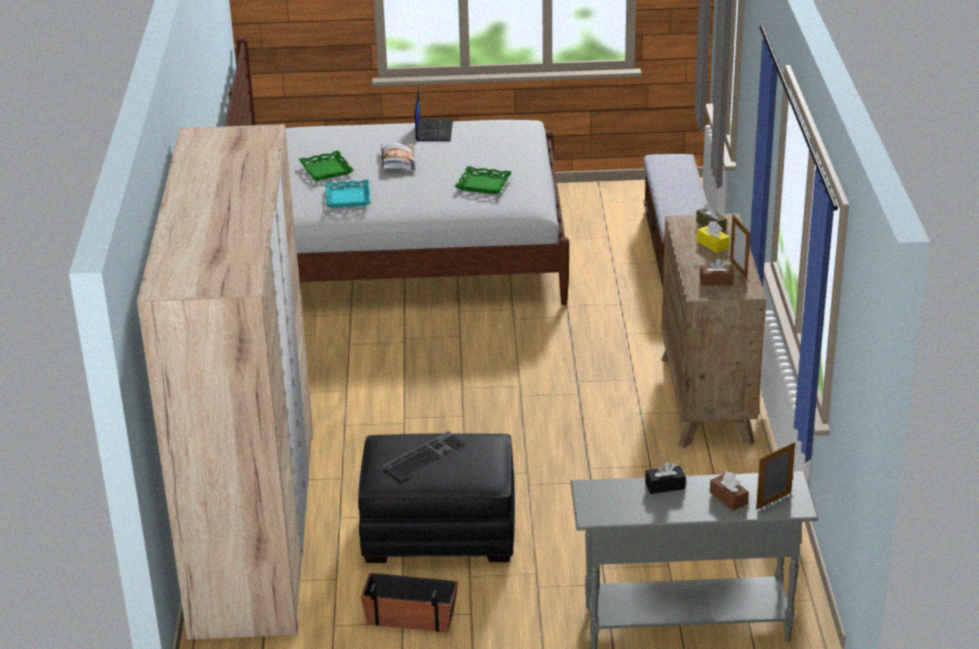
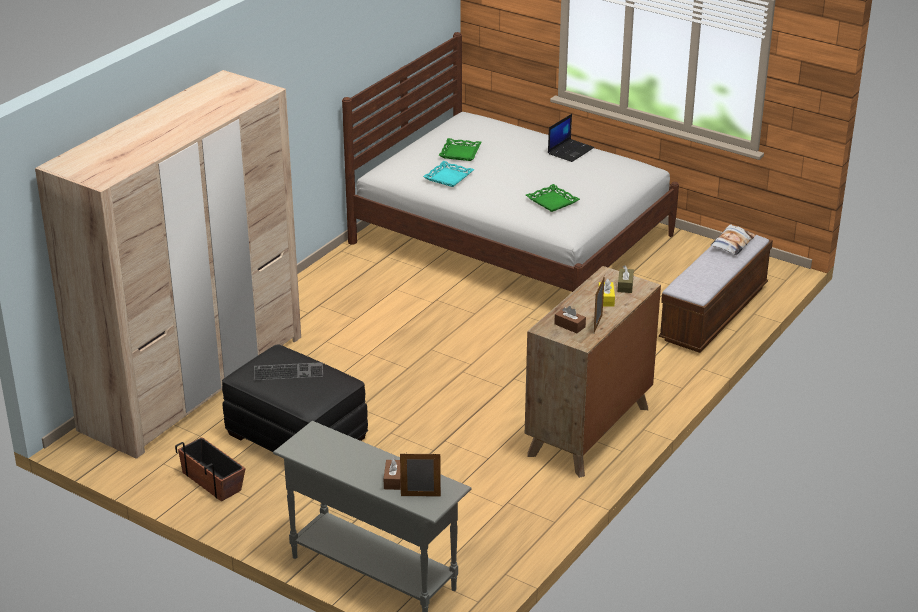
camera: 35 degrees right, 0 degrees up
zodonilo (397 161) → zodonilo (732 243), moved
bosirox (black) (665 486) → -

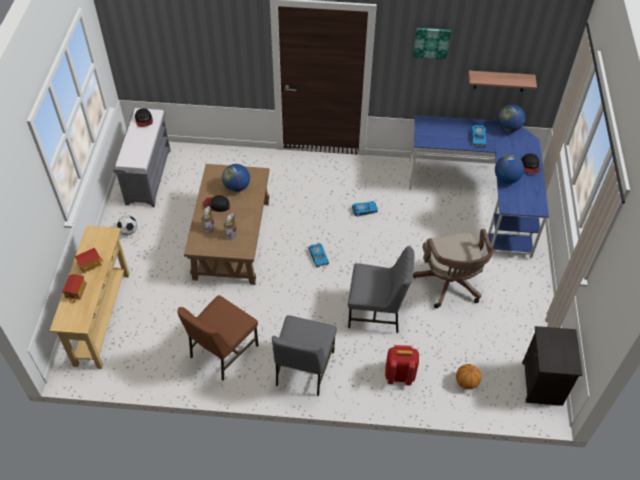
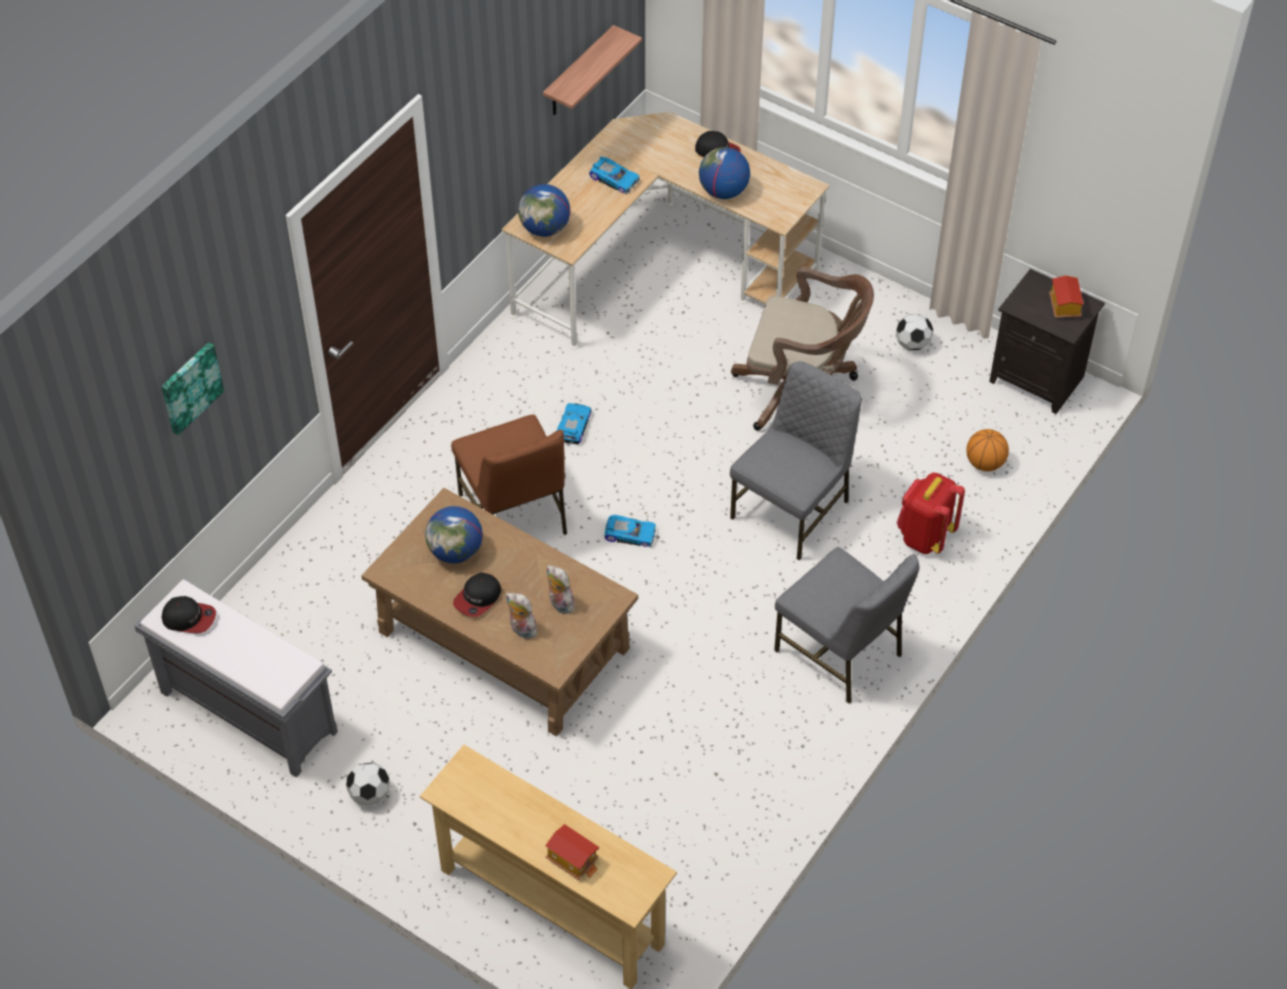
camera: 60 degrees left, 0 degrees up
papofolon (431 42) → papofolon (190 387), moved
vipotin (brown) (222 351) → vipotin (brown) (514 515), moved
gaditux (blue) (480 199) → gaditux (beige) (659 268)
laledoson (508 128) → laledoson (545 229), moved
- → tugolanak (912 344)
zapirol (90 264) → zapirol (1063 306), moved

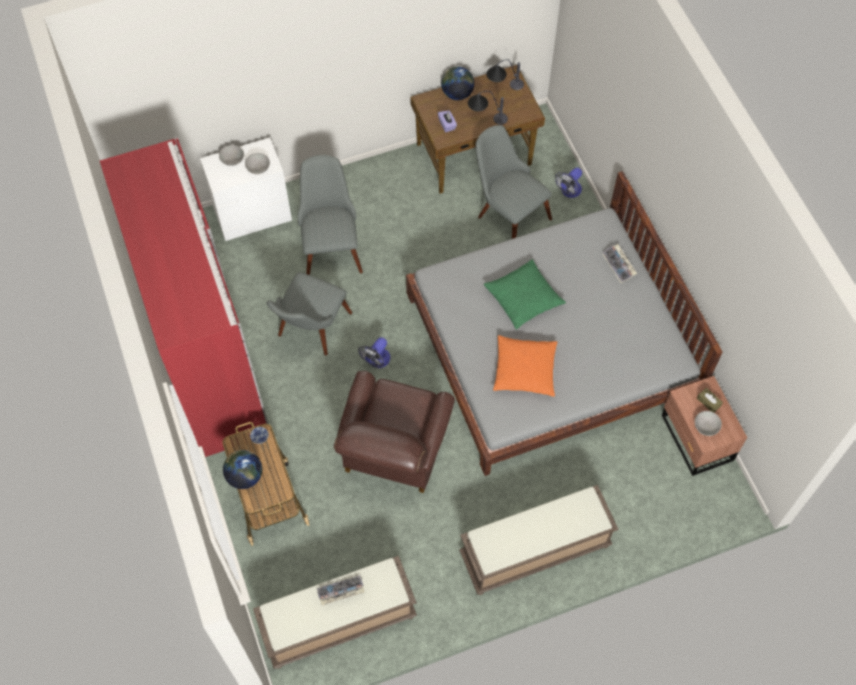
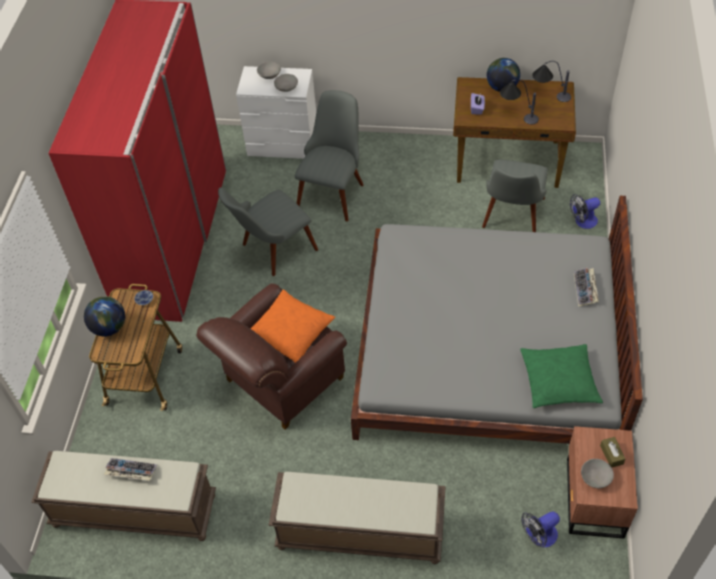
camera: 30 degrees right, 10 degrees down
zodonilo (orange) (524 369) → zodonilo (orange) (291 332), moved
vipotin (grey) (507 212) → vipotin (grey) (511 219), 150 degrees counterclockwise
zodonilo (green) (523 298) → zodonilo (green) (558 381), moved
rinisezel (376 361) → rinisezel (539 537), moved

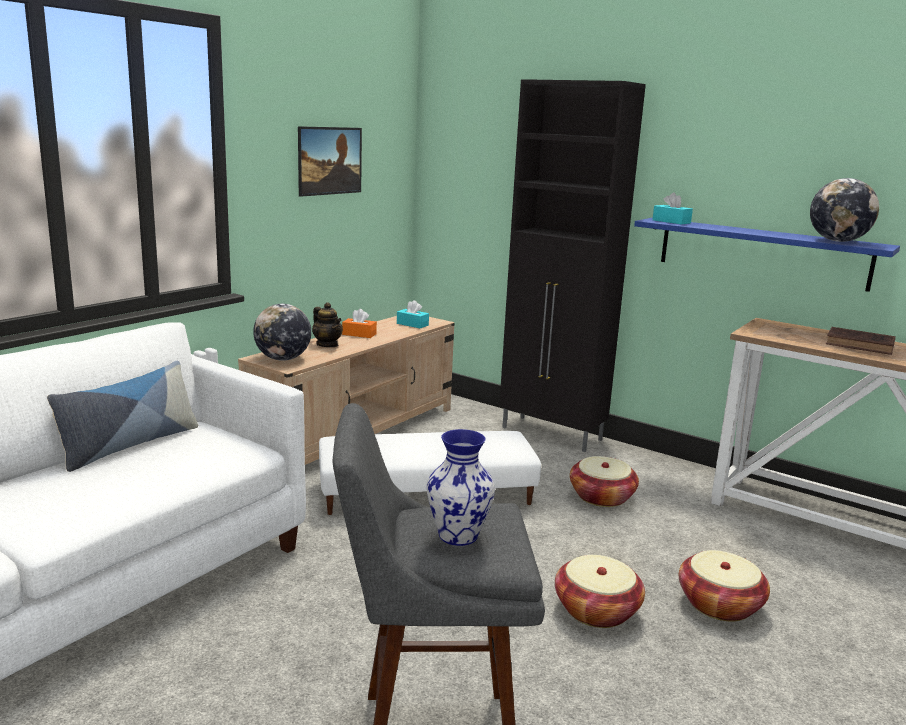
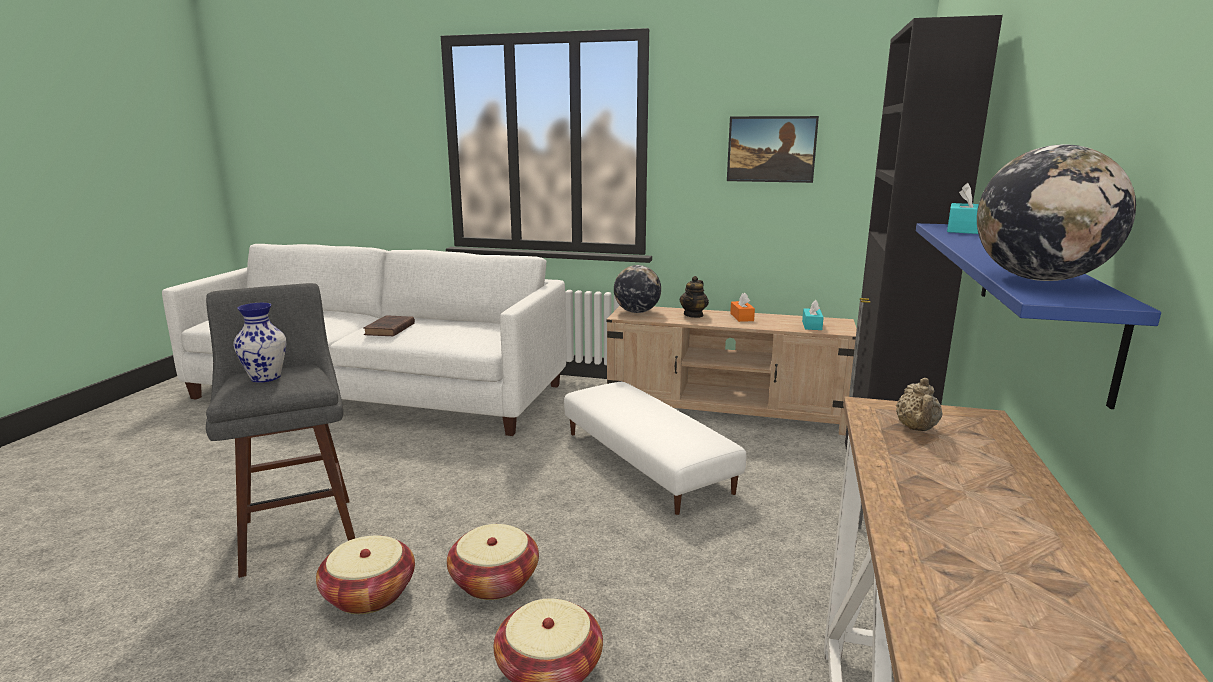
camera: 70 degrees right, 0 degrees up
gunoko (601 497) → gunoko (369 594), moved
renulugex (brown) (861 345) → renulugex (brown) (389 329), moved
- → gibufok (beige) (916 429)
zodonilo (130 445) → -

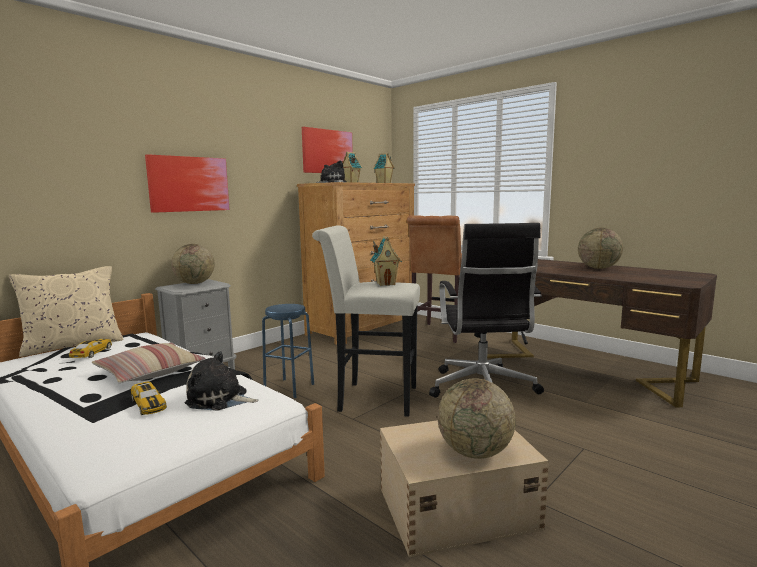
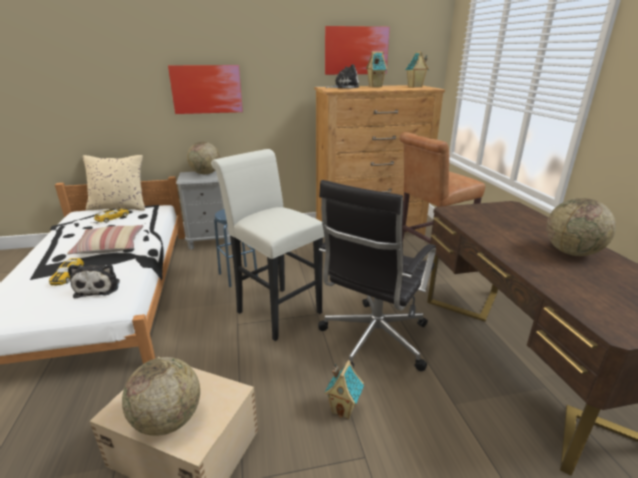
camera: 35 degrees right, 15 degrees up
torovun (220 399) → torovun (99 287), 150 degrees counterclockwise
zapirol (386 284) → zapirol (344 409), moved

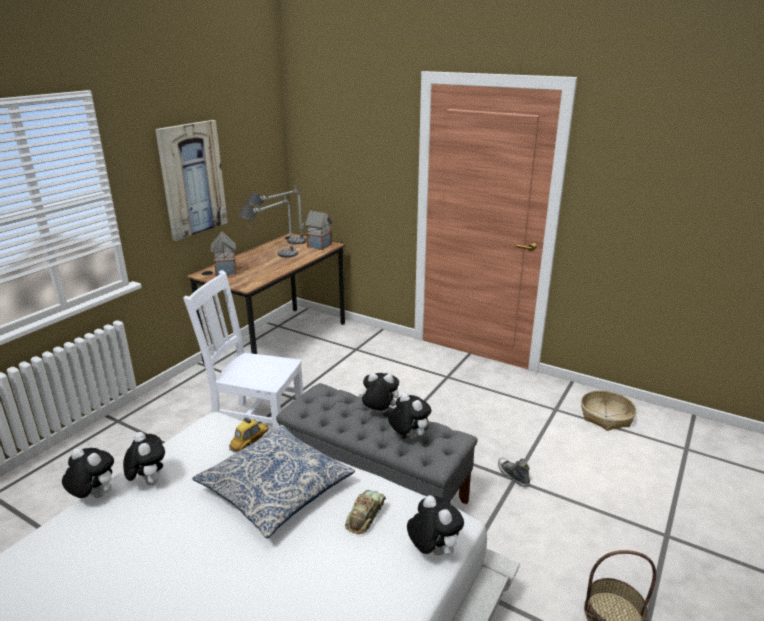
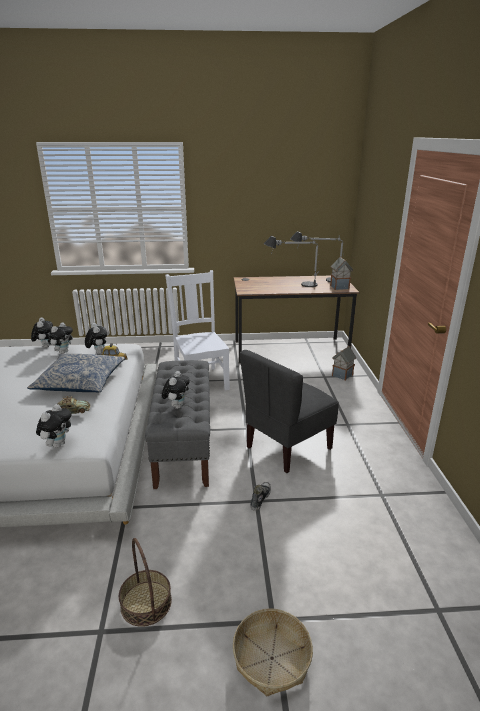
camera: 55 degrees right, 0 degrees up
torovun (379 412) → torovun (98 352), moved
gunoko (605 416) → gunoko (272 658), moved
- → vipotin (grey) (287 447)
zapirol (226 272) → zapirol (342 375), moved
papofolon (192 179) → -

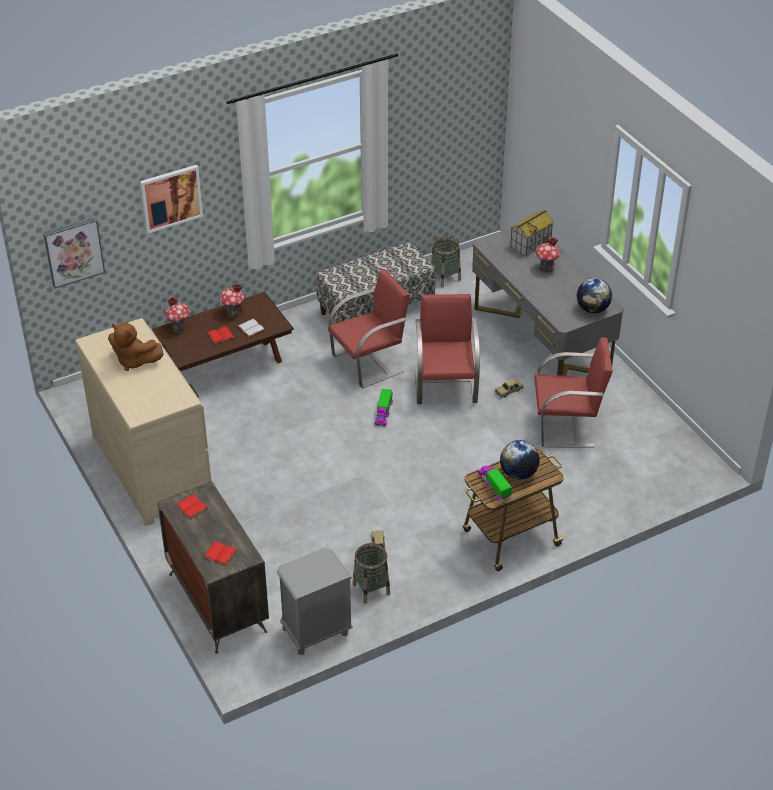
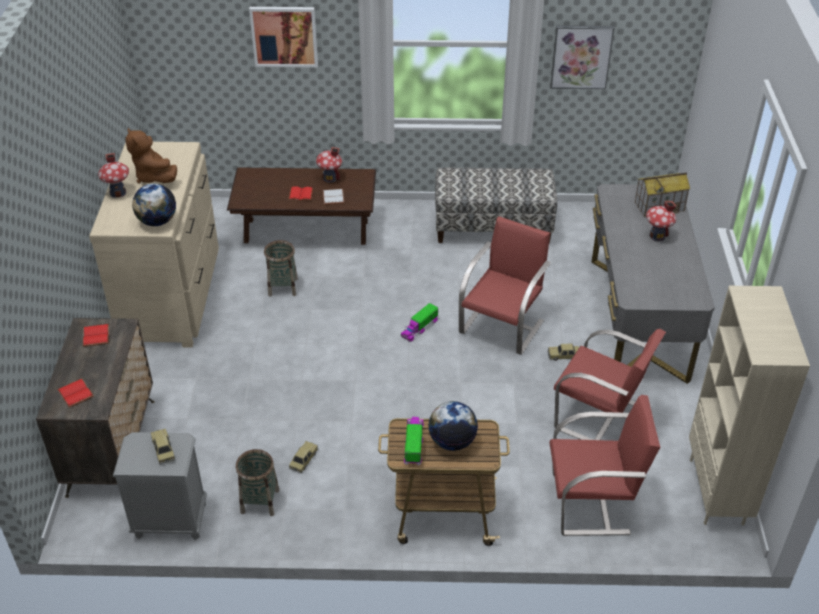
camera: 30 degrees right, 0 degrees up
zapirol (179 328) → zapirol (118 193), moved
laledoson (592 309) → laledoson (157 221), moved
- → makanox (163 450)
gunoko (445 277) → gunoko (282 287), moved
vipotin (red) (369 363) → vipotin (red) (592 503), moved
papofolon (74 252) → papofolon (581 56), moved
- → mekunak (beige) (717 492)

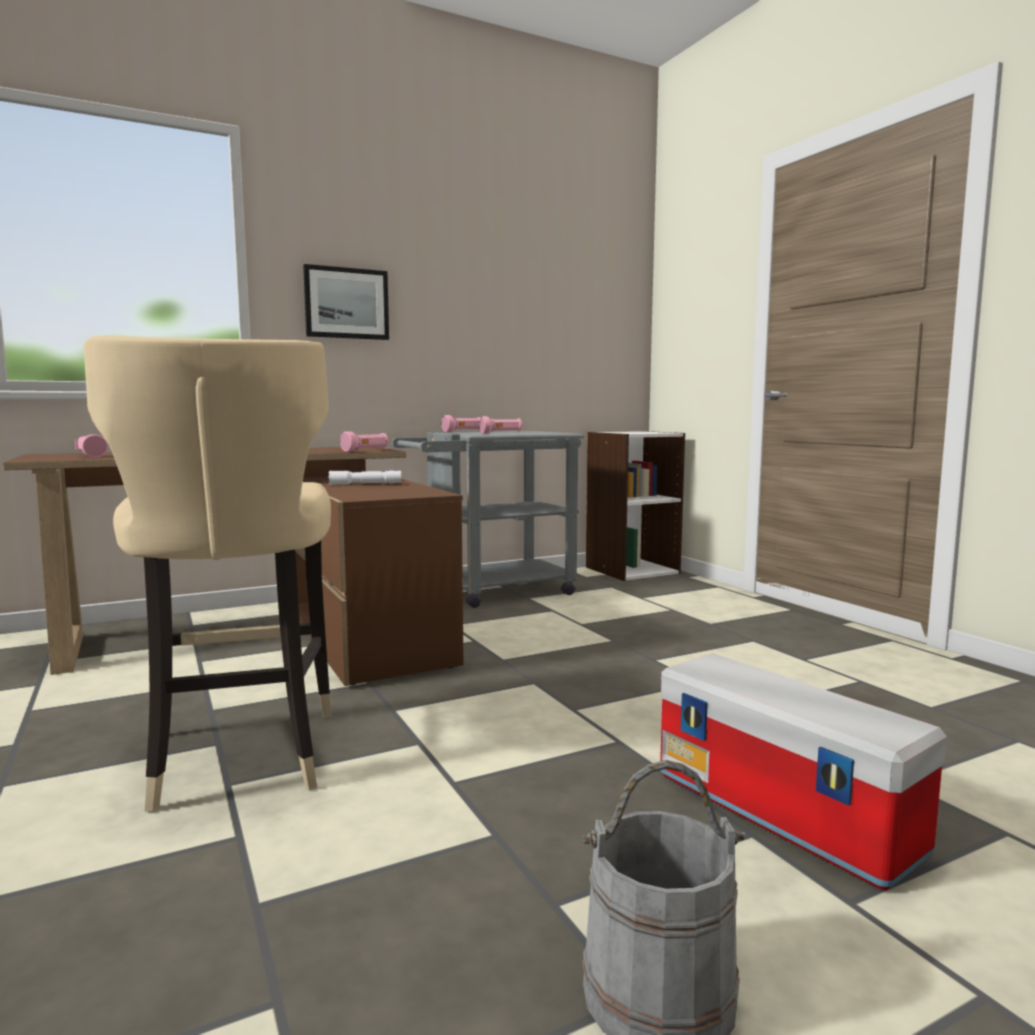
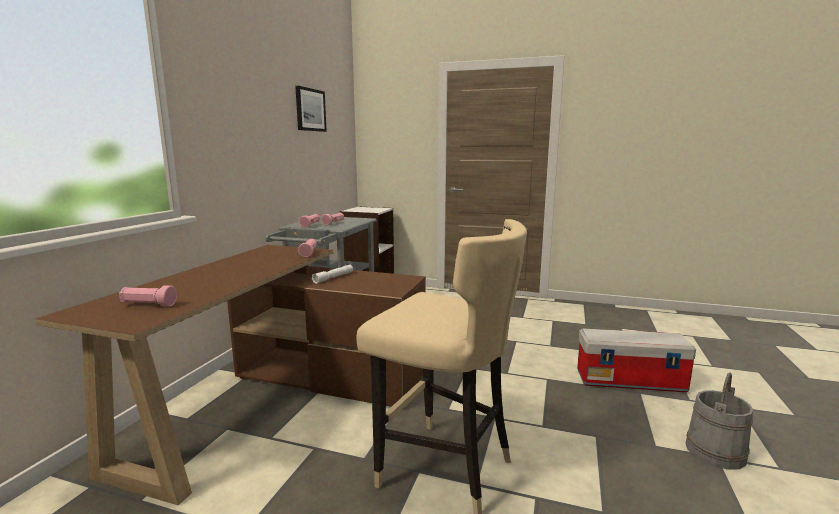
camera: 45 degrees left, 5 degrees up
papofolon (346 303) → papofolon (310 110), moved

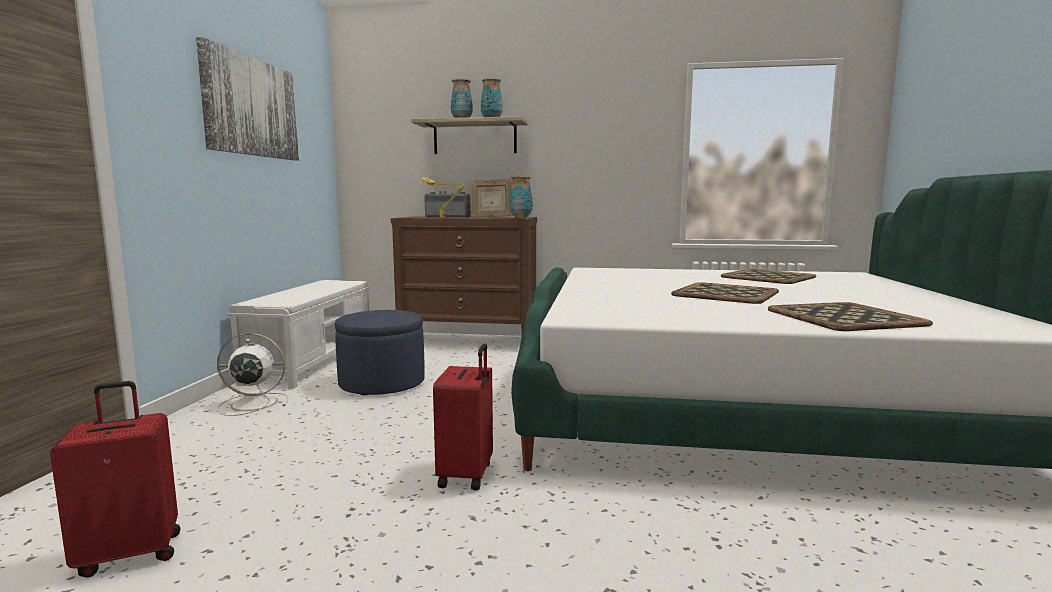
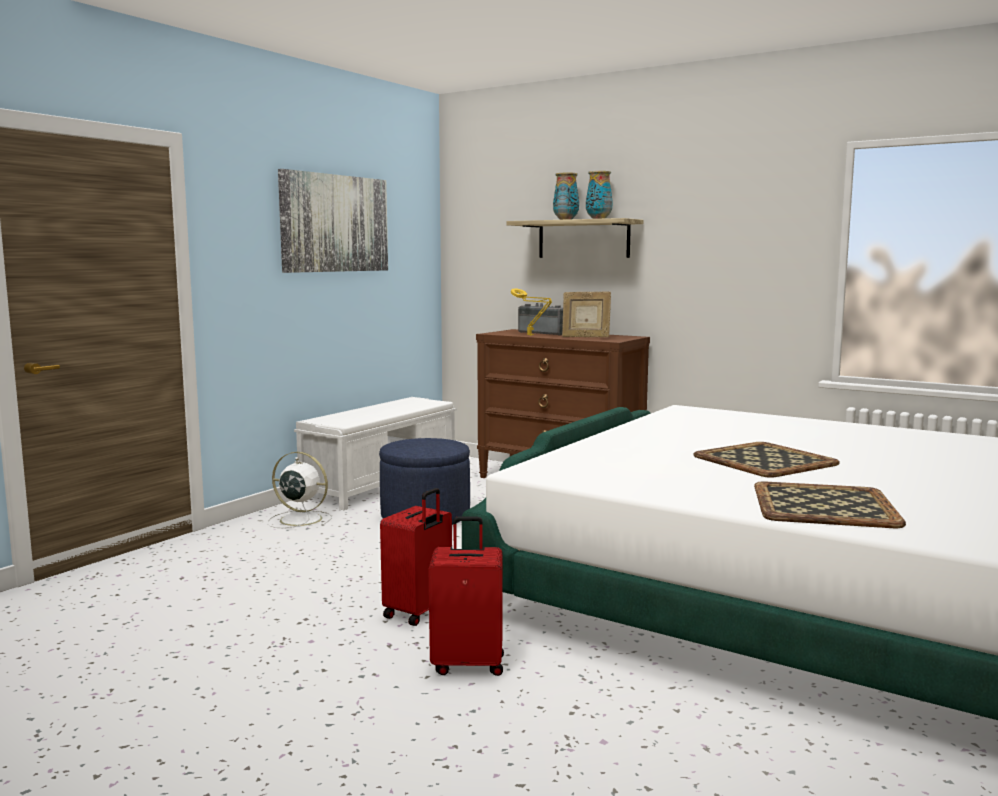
camera: 25 degrees right, 0 degrees up
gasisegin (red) (131 553) → gasisegin (red) (468 664), moved
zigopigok (520 218) → -
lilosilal (767 277) → -

